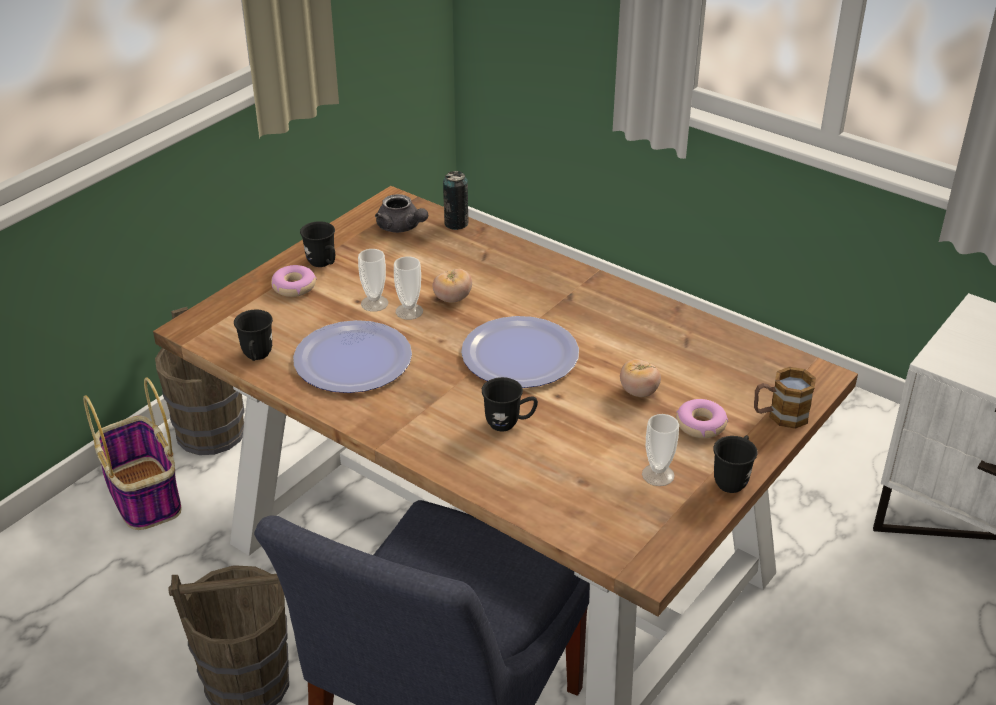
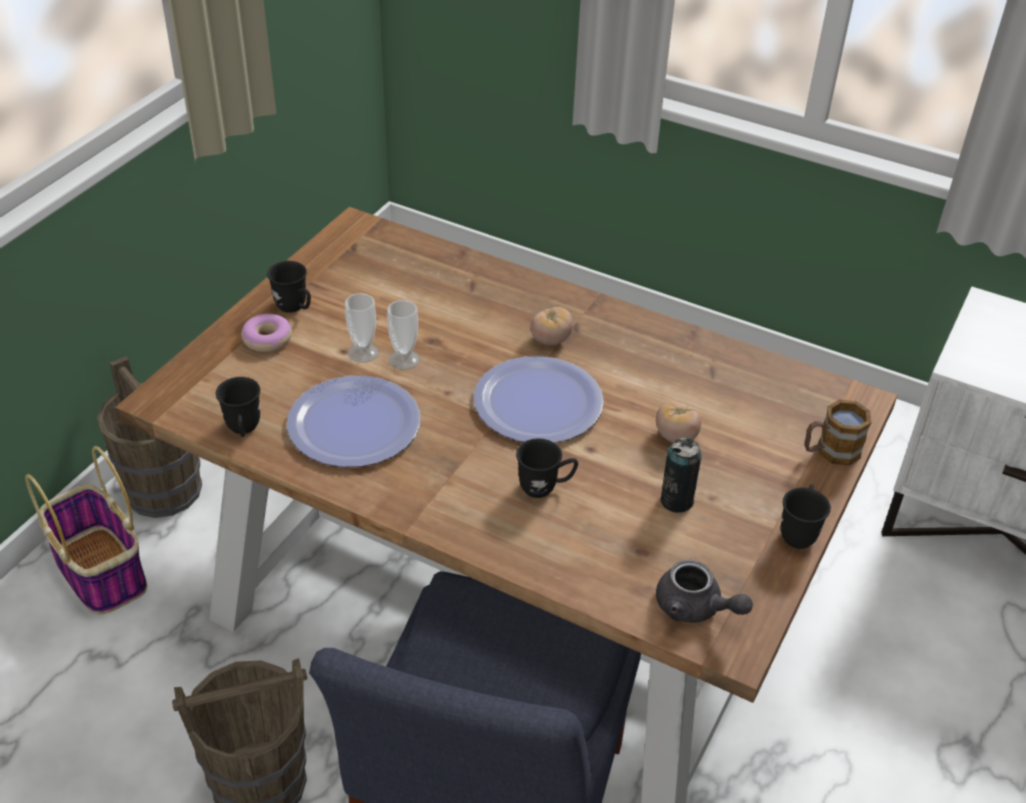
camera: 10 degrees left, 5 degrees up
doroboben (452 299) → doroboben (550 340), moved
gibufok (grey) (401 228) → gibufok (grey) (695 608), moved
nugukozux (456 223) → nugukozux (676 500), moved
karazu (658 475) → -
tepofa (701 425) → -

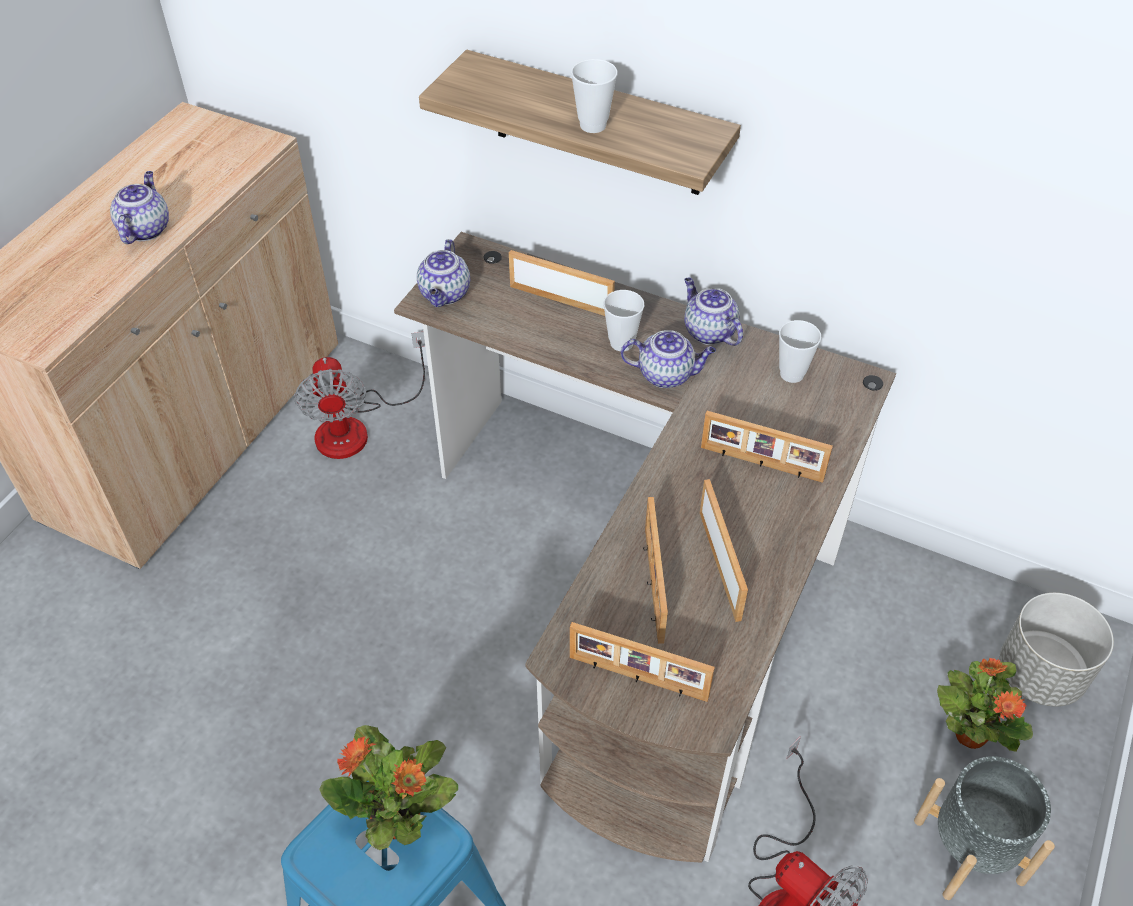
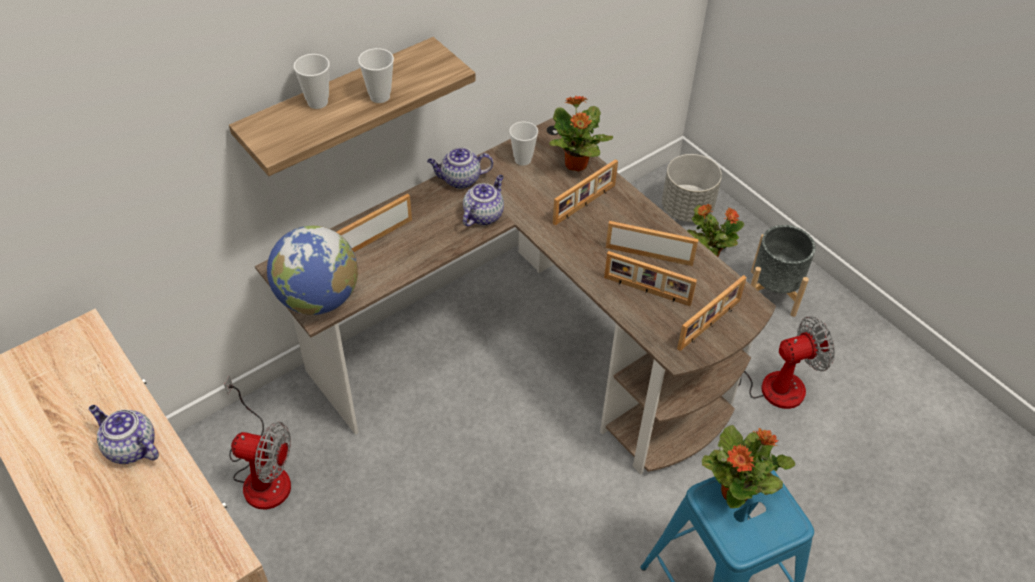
camera: 65 degrees left, 0 degrees up
gibufok (445 294) → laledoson (318 299)
karazu (621 343) → karazu (317 102), moved
- → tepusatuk (576 165)

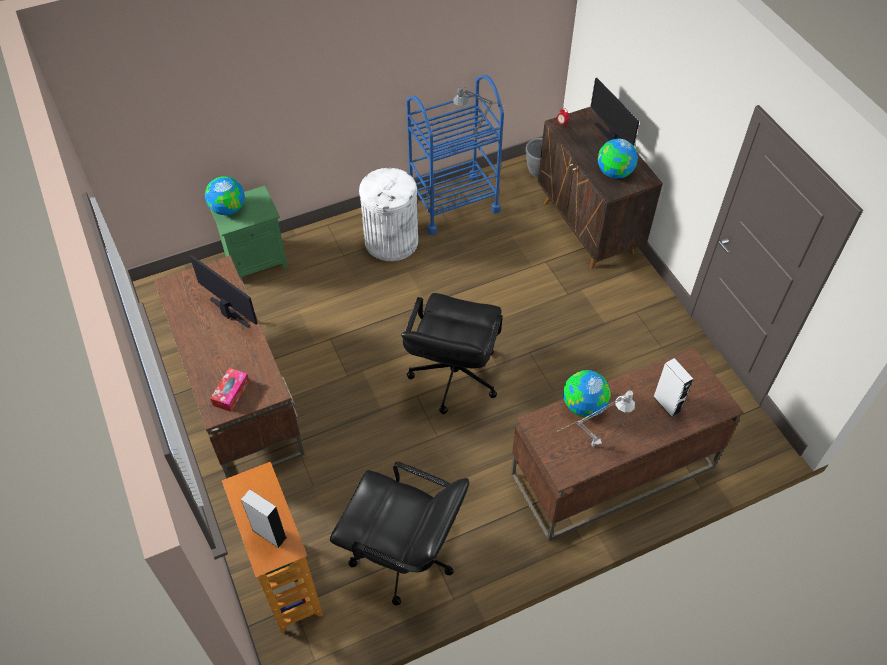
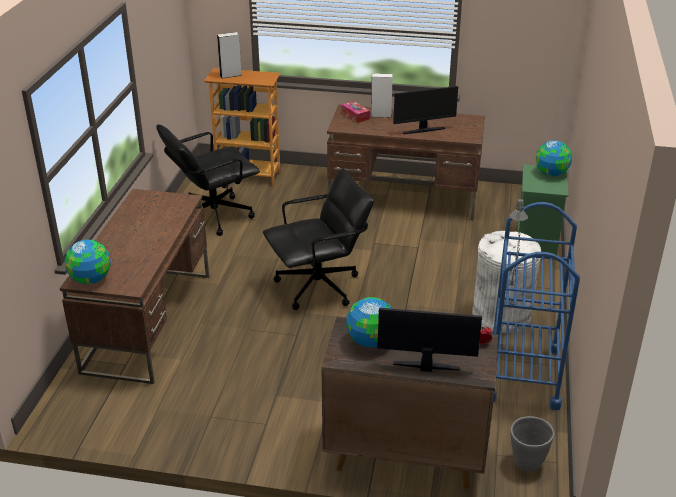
camera: 125 degrees right, 20 degrees down
laledoson (583 406) → laledoson (91 279), moved
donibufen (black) (453 376) → donibufen (black) (319 287), 105 degrees clockwise
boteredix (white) (666 404) → boteredix (white) (381 115), moved
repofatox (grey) (588 446) → -

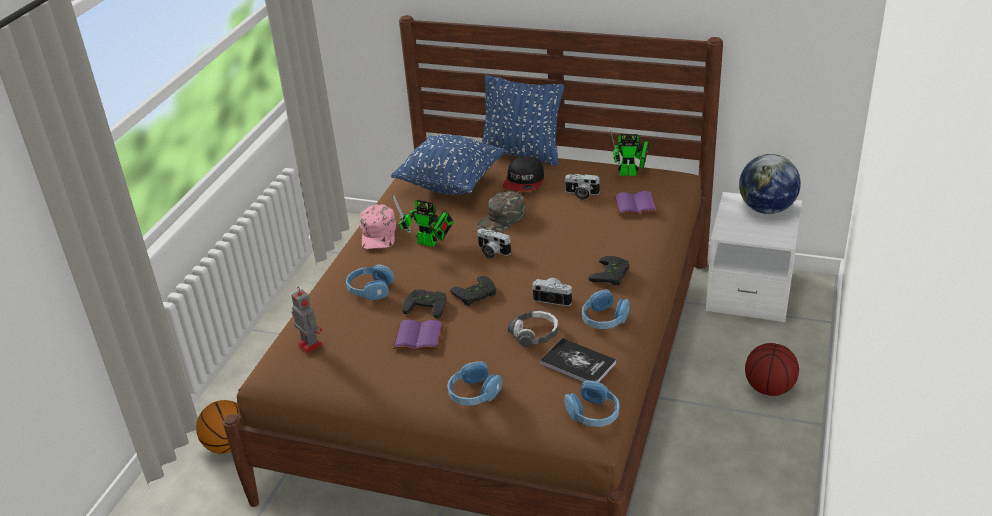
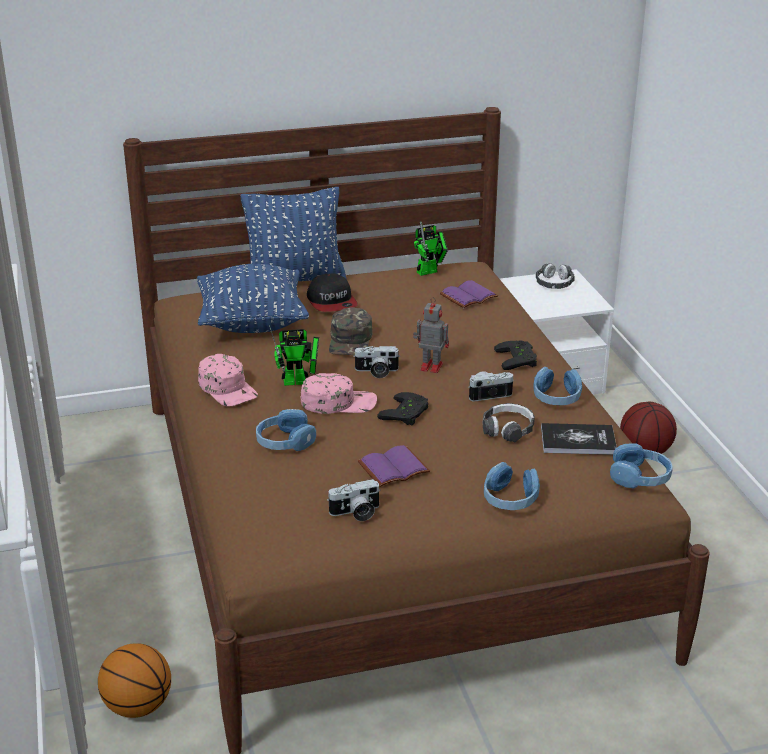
camera: 35 degrees left, 5 degrees down
- → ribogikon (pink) (338 402)
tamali (581 194) → tamali (356 513), moved
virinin (309 344) → virinin (430 366), moved
laledoson (766 209) → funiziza (554 283)
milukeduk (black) (427 305) → -

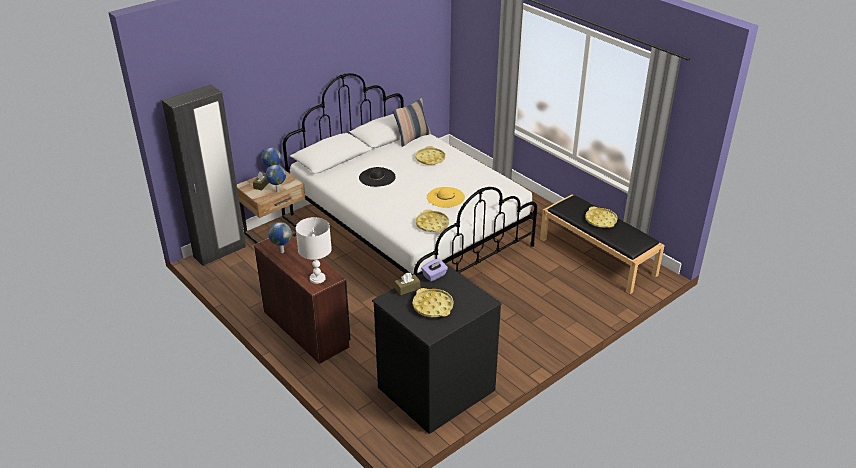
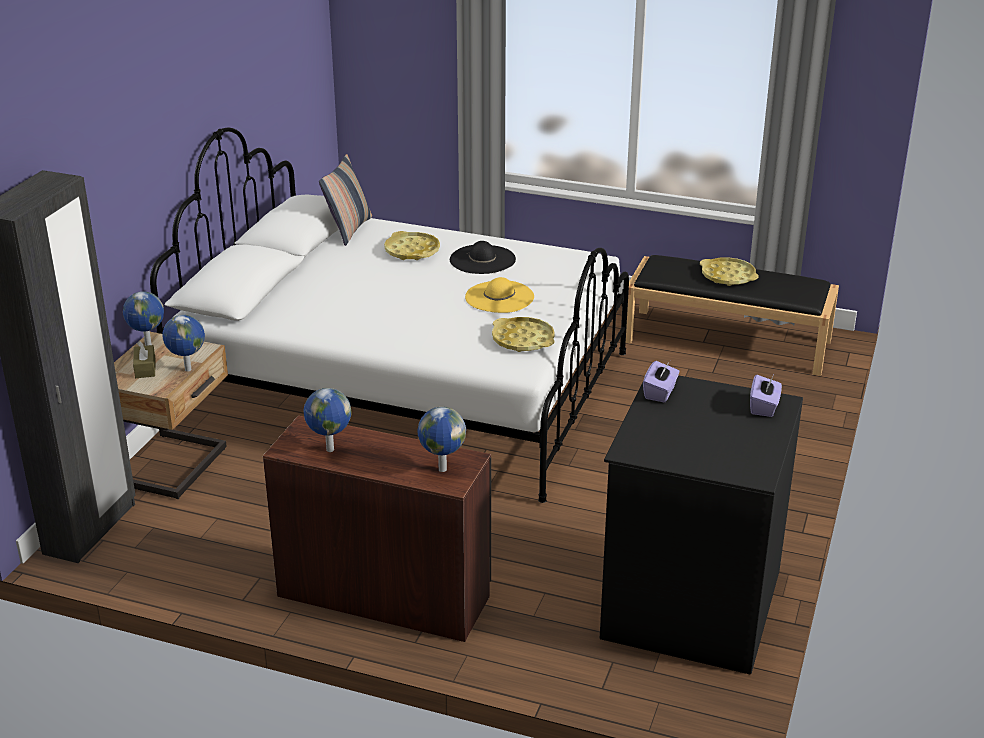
camera: 30 degrees left, 5 degrees down
repofatox (white) (317 278) → laledoson (441 469)
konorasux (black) (377 177) → konorasux (black) (482 259), moved
- → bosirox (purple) (764 407)
bosirox (brown) (407 288) → -
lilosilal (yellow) (433 306) → -

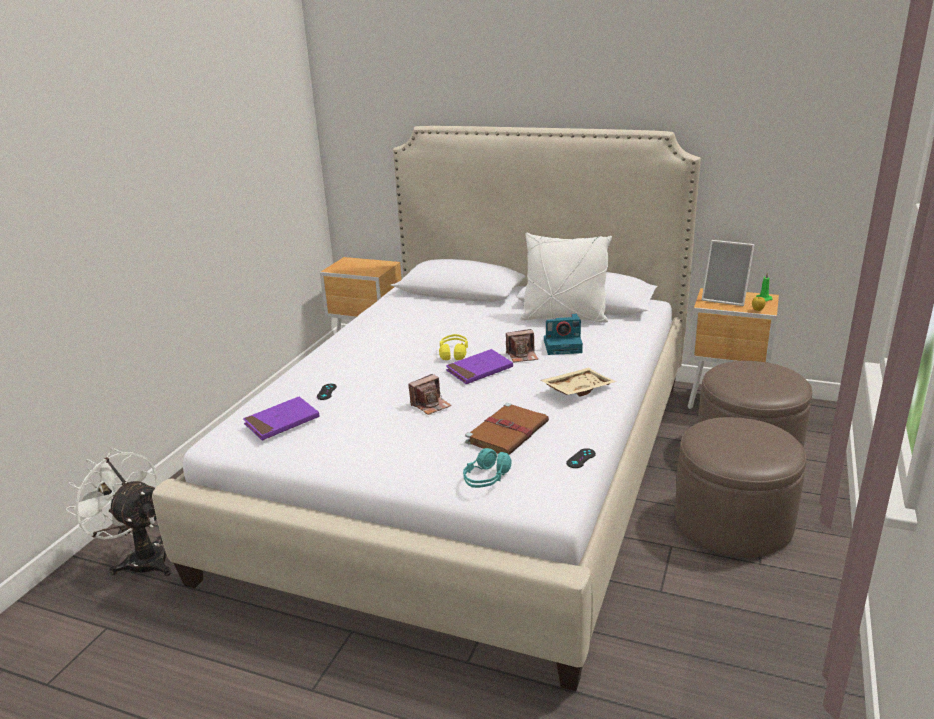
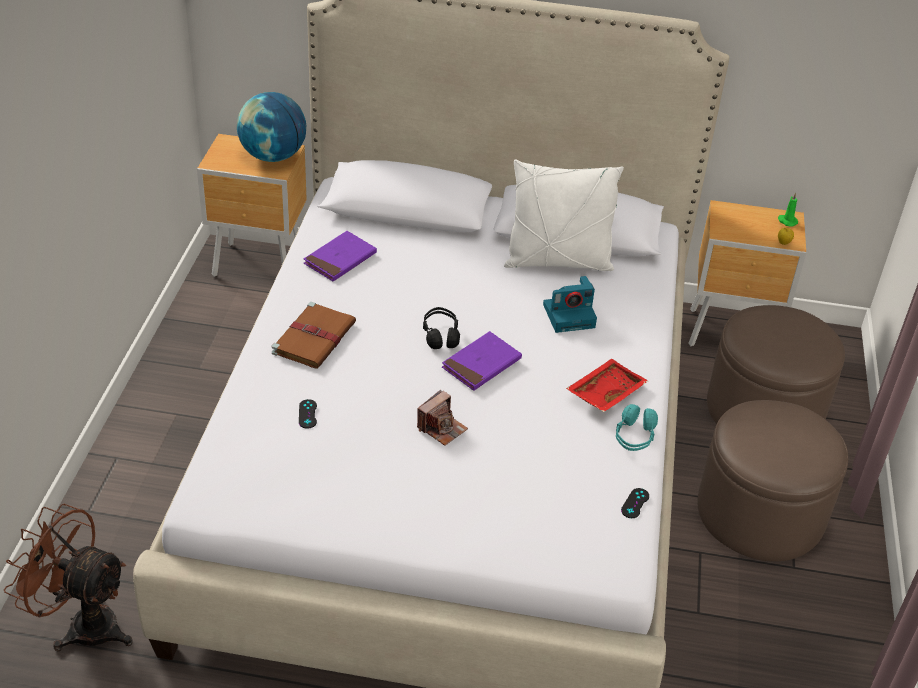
camera: 15 degrees left, 15 degrees up
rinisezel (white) (140 558) → rinisezel (brown) (83 624)
- → laledoson (273 156)
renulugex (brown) (508 432) → renulugex (brown) (315 337), moved
renulugex (purple) (282 421) → renulugex (purple) (340 259), moved
funiziza (yellow) (453 353) → funiziza (black) (440 335)
lilosilal (beige) (577 389) → lilosilal (red) (604 392)
funiziza (turquoise) (486 479) → funiziza (turquoise) (634 436), moved
tamali (522 356) → -
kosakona (725 299) → -

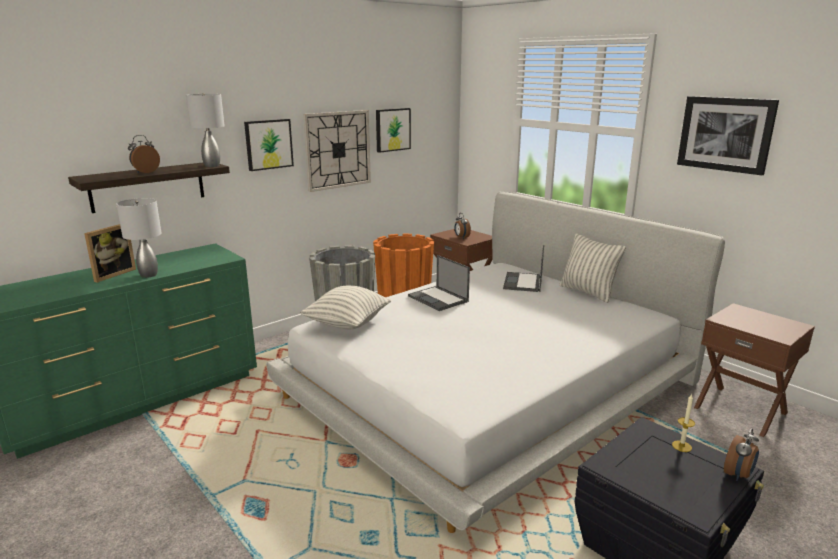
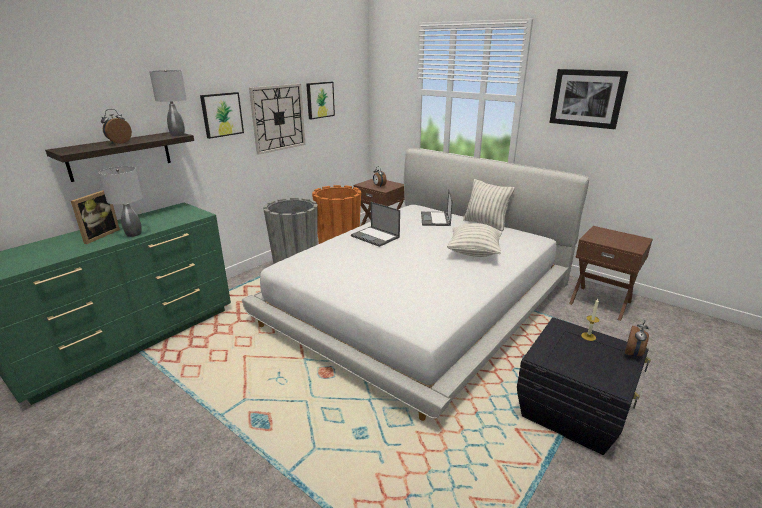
camera: 10 degrees left, 5 degrees up
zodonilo (347 323) → zodonilo (474 253), moved

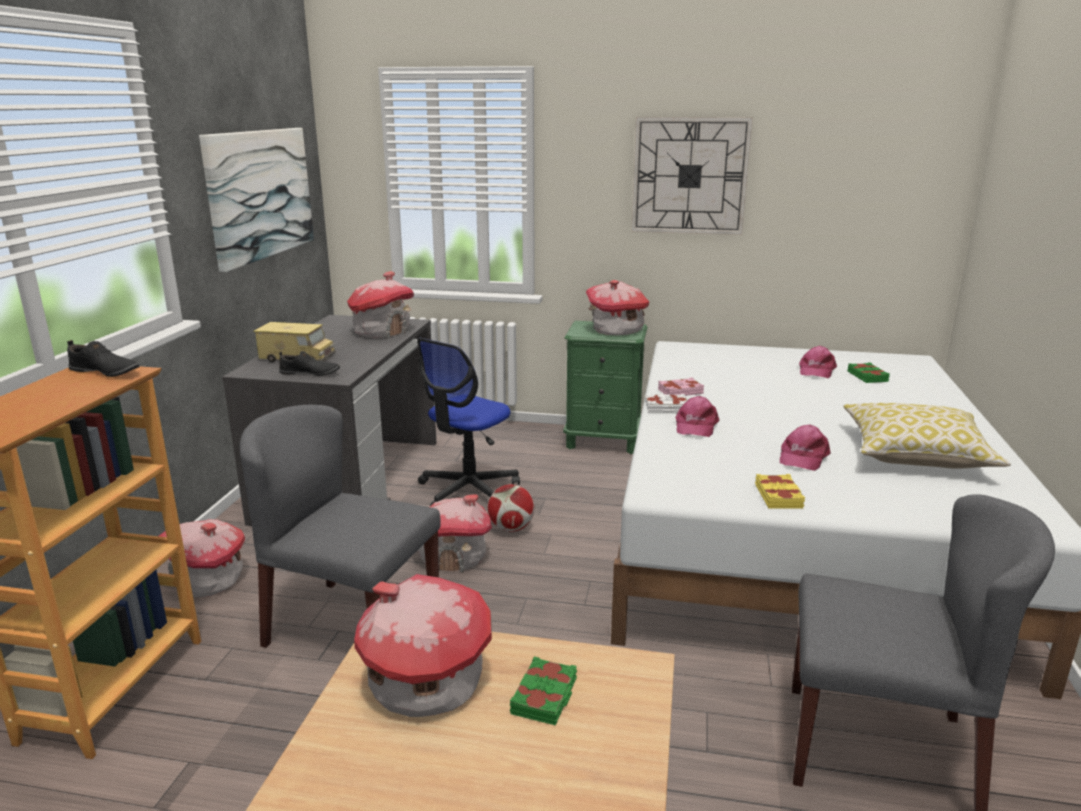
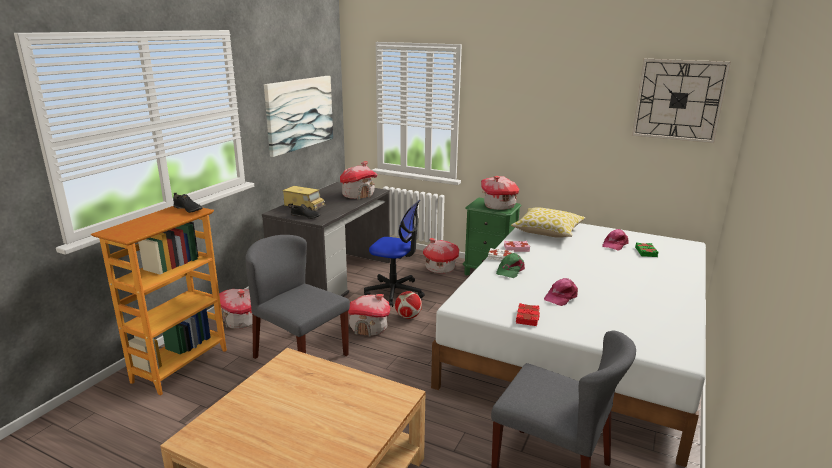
camera: 15 degrees right, 0 degrees up
donibufen (468 491) → donibufen (394 292), 120 degrees counterclockwise
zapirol (424 685) → zapirol (439 268), moved
ribogikon (pink) (695 425) → ribogikon (green) (510 270)
zodonilo (916 454) → zodonilo (547 232), moved
renulugex (yellow) (779 496) → renulugex (red) (528 317)
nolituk (689 176) → nolituk (678 100), moved
renulugex (green) (545 696) → -

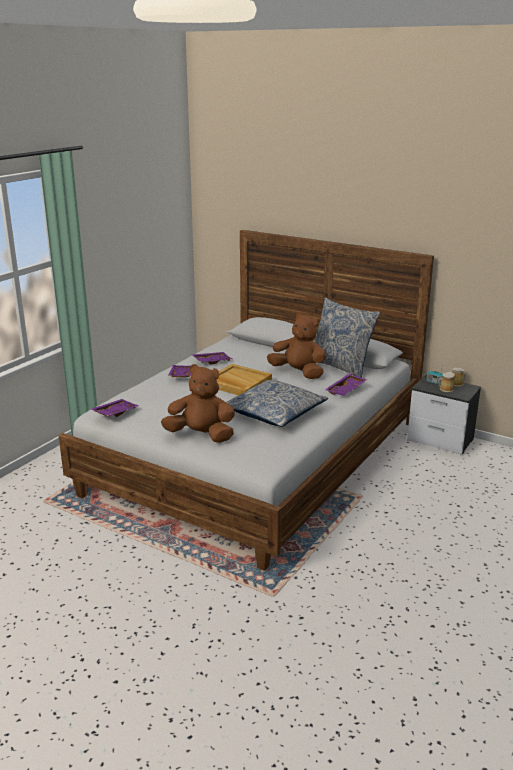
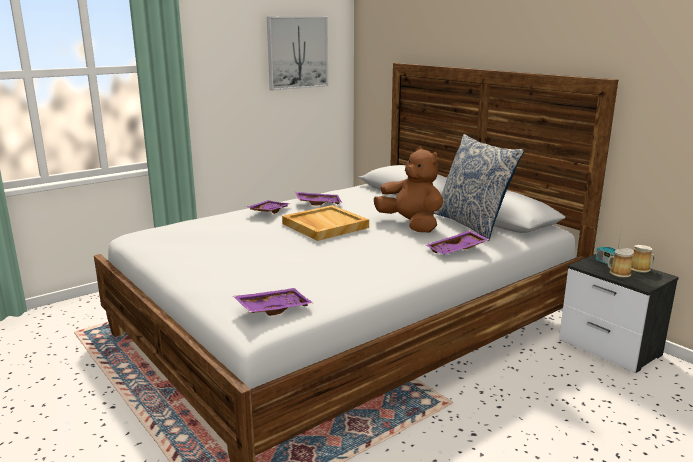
camera: 20 degrees right, 5 degrees down
lilosilal (purple) (115 413) → lilosilal (purple) (273 308), moved
- → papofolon (297 52)
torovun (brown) (201 435) → -
zodonilo (274 413) → -

